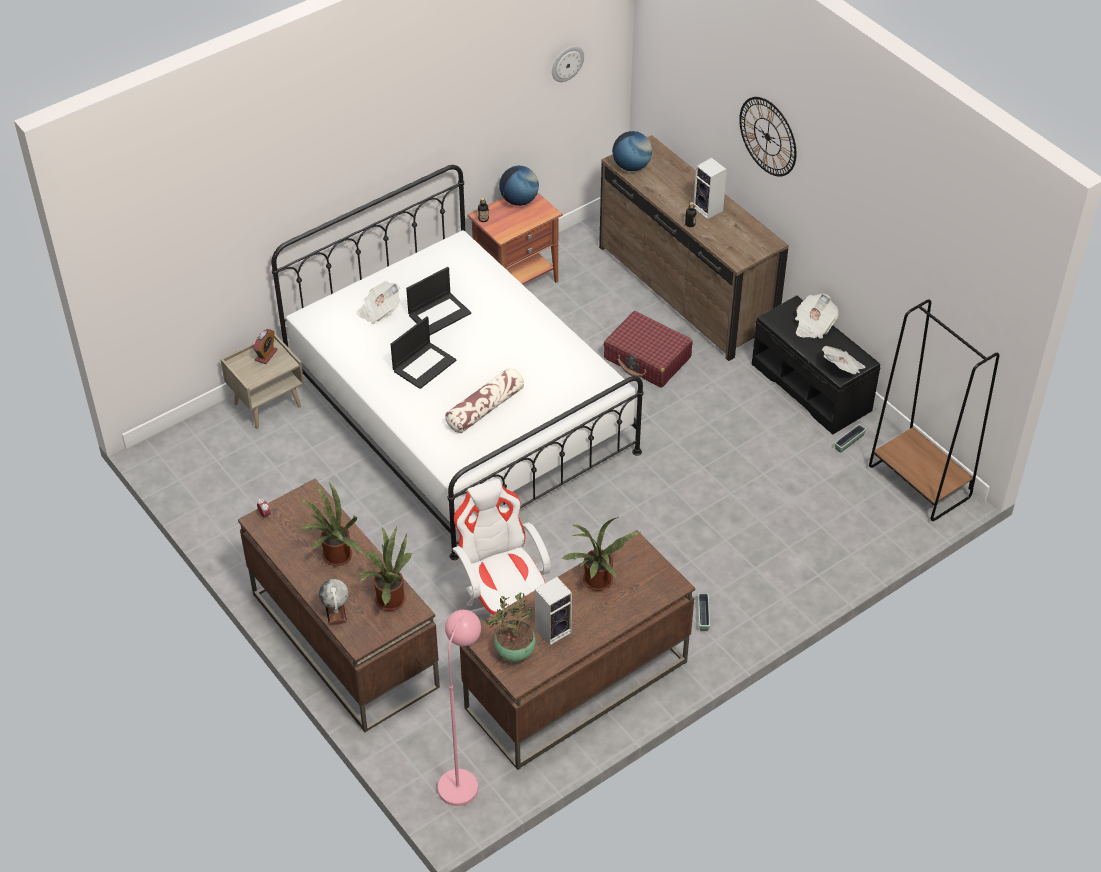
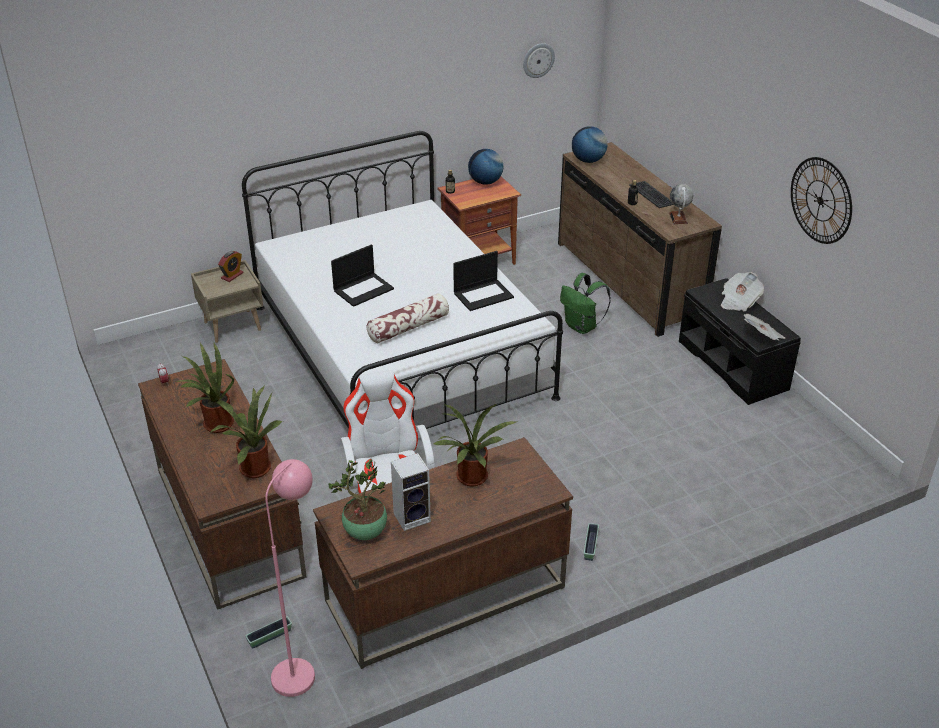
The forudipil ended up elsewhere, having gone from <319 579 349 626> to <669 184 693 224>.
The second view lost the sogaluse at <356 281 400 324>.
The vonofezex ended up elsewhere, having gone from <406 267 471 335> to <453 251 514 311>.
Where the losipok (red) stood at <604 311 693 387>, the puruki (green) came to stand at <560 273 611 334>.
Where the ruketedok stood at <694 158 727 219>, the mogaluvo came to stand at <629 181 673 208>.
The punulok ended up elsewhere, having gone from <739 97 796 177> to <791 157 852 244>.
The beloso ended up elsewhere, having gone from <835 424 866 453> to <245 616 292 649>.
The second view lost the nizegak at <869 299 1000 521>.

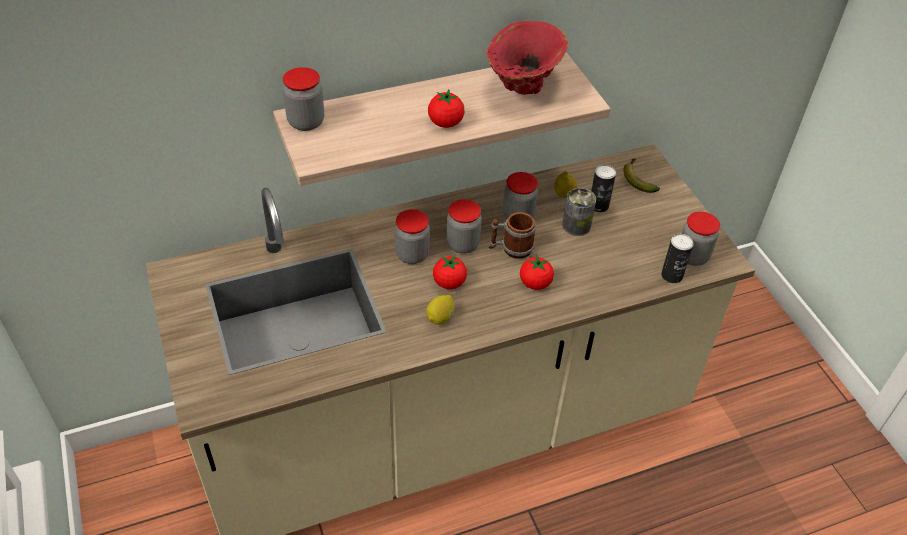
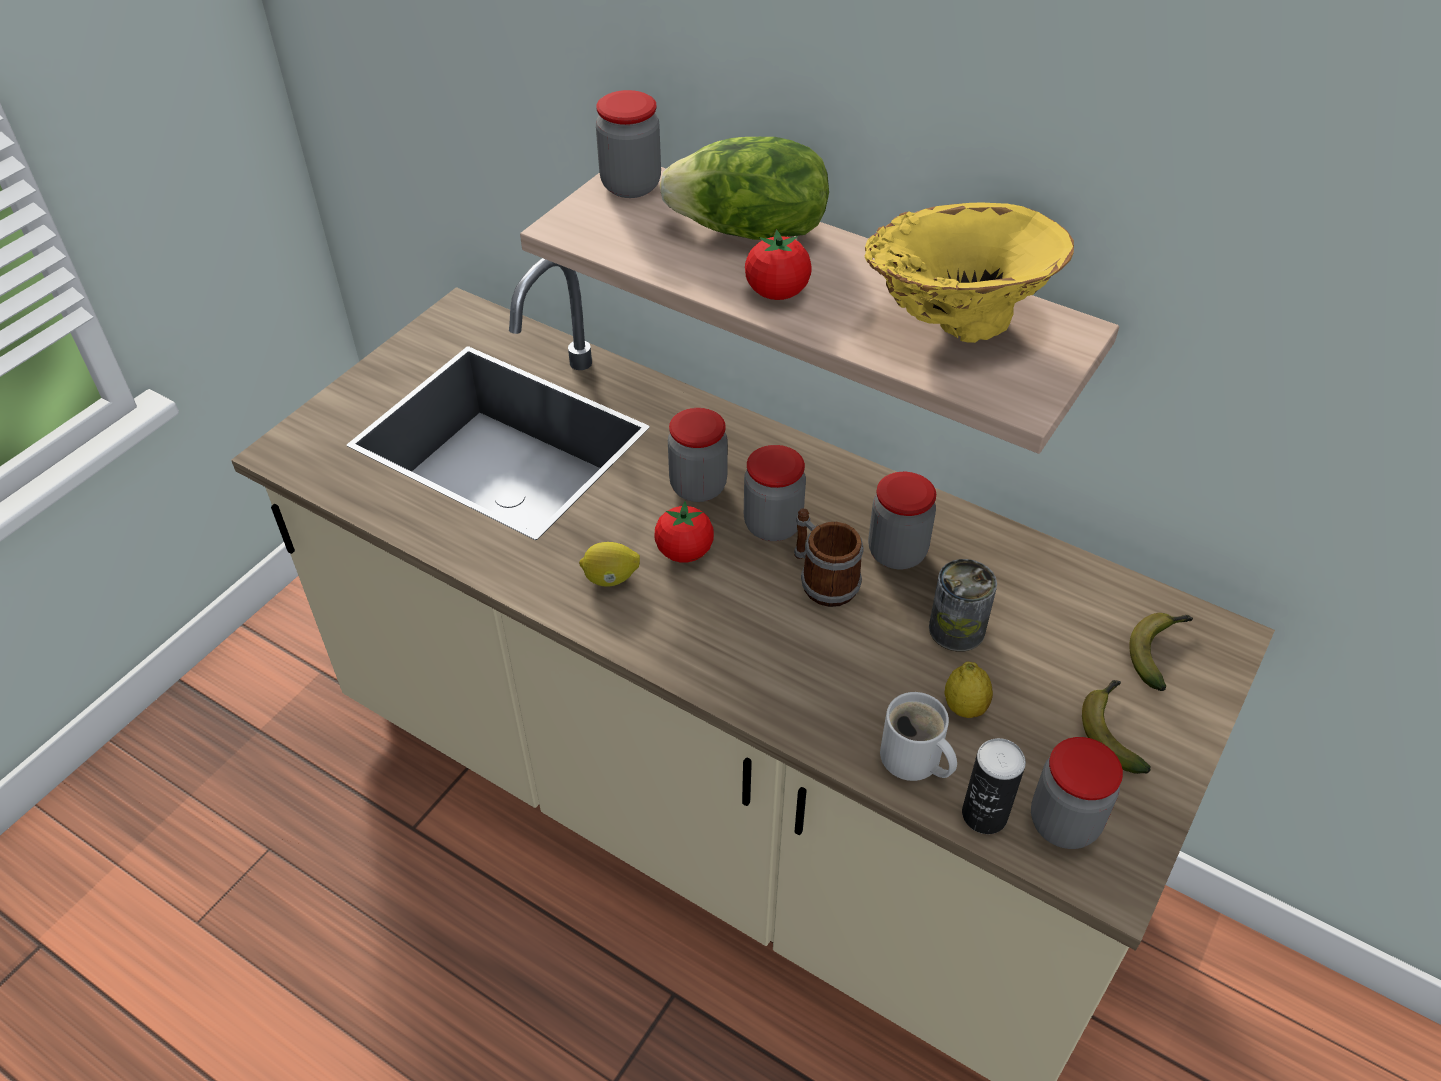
What was the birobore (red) at <485 21 568 95> turned into the birobore (yellow) at <864 202 1074 343>.
The second view lost the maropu at <520 255 554 290>.
The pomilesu ended up elsewhere, having gone from <554 171 577 198> to <944 662 993 718>.
The second view lost the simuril at <591 164 616 212>.
The second view gained the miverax at <660 137 829 240>.
The second view gained the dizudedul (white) at <880 692 957 781>.
The second view gained the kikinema at <1082 680 1151 774>.

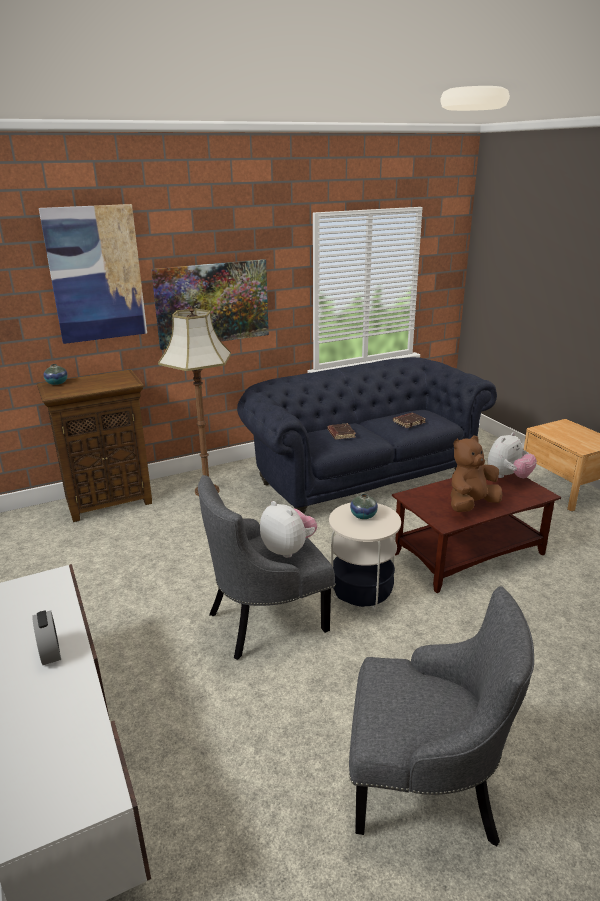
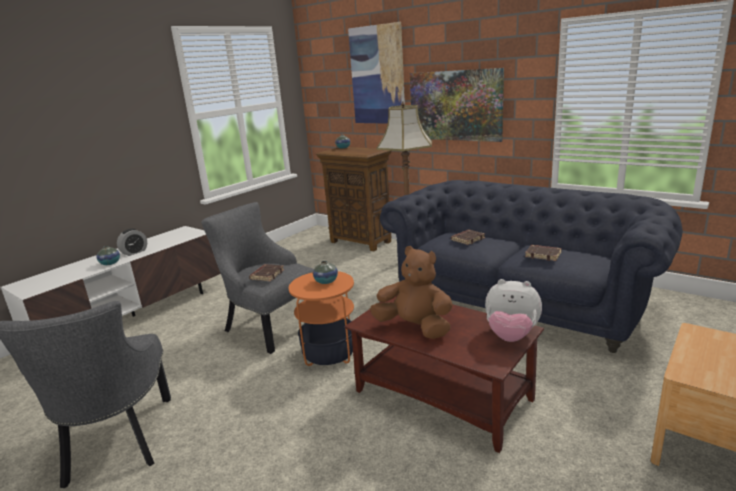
Where the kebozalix stood at <260 501 317 558>, the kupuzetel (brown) came to stand at <249 264 284 281>.
What was the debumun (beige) at <329 503 401 610> turned into the debumun (orange) at <289 271 354 366>.
The second view gained the birobore at <96 246 120 265>.

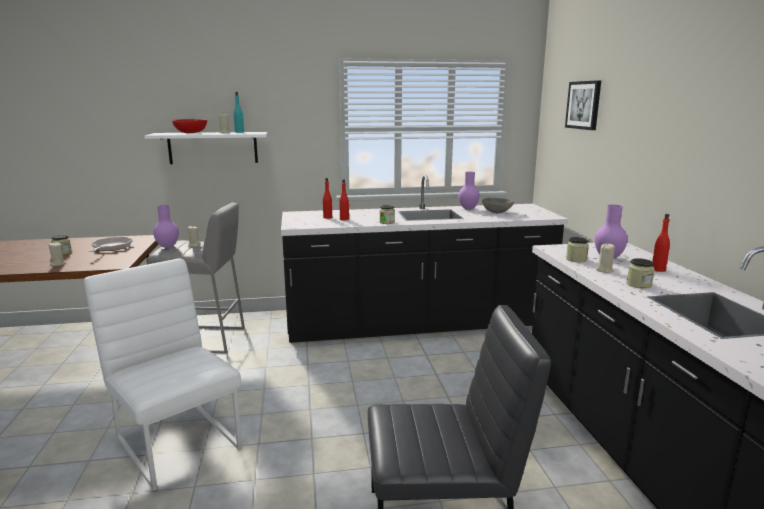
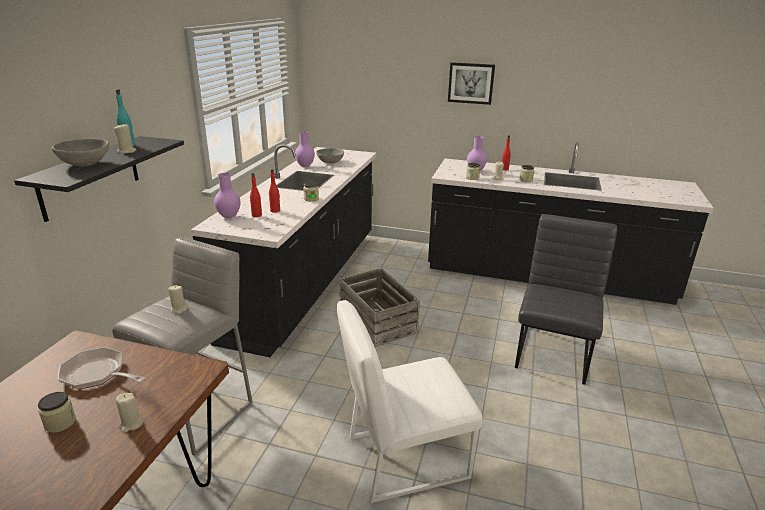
What was the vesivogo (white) at <144 132 268 164> turned into the vesivogo (black) at <14 136 184 222>.
The birobore (purple) ended up elsewhere, having gone from <153 205 179 248> to <214 173 241 218>.
What was the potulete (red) at <172 119 207 133> turned into the potulete (grey) at <52 139 109 167>.
The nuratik ended up elsewhere, having gone from <565 80 601 130> to <448 62 495 105>.
The second view gained the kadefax at <339 268 420 347>.

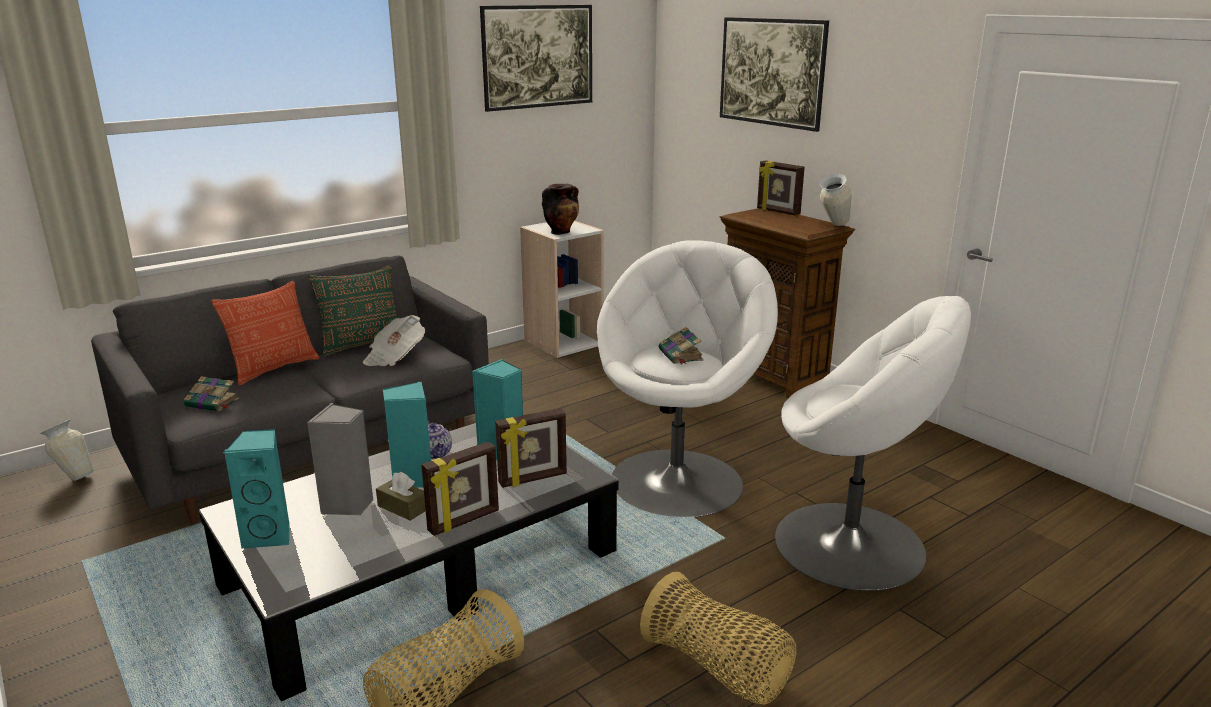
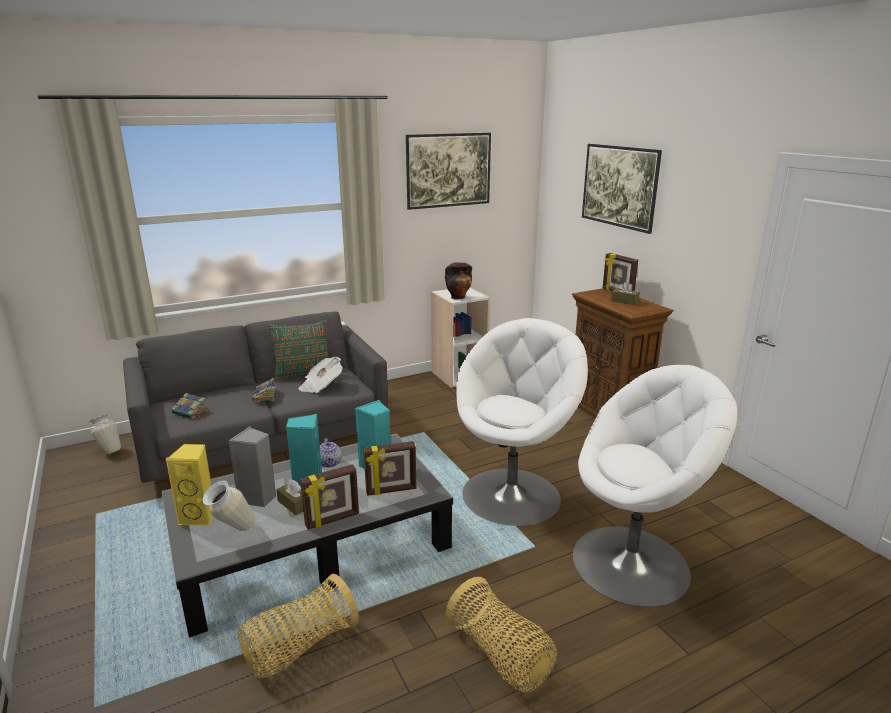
The second view lost the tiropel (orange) at <212 281 319 385>.
What was the ruketedok (turquoise) at <224 429 290 549> turned into the ruketedok (yellow) at <166 444 213 525>.
The kupuzetel ended up elsewhere, having gone from <659 327 703 364> to <252 378 277 403>.
The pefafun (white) at <775 296 971 591> ended up facing another way, 45 degrees counterclockwise from before.
The birobore ended up elsewhere, having gone from <820 173 852 226> to <203 481 255 531>.
The second view gained the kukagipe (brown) at <611 282 640 305>.

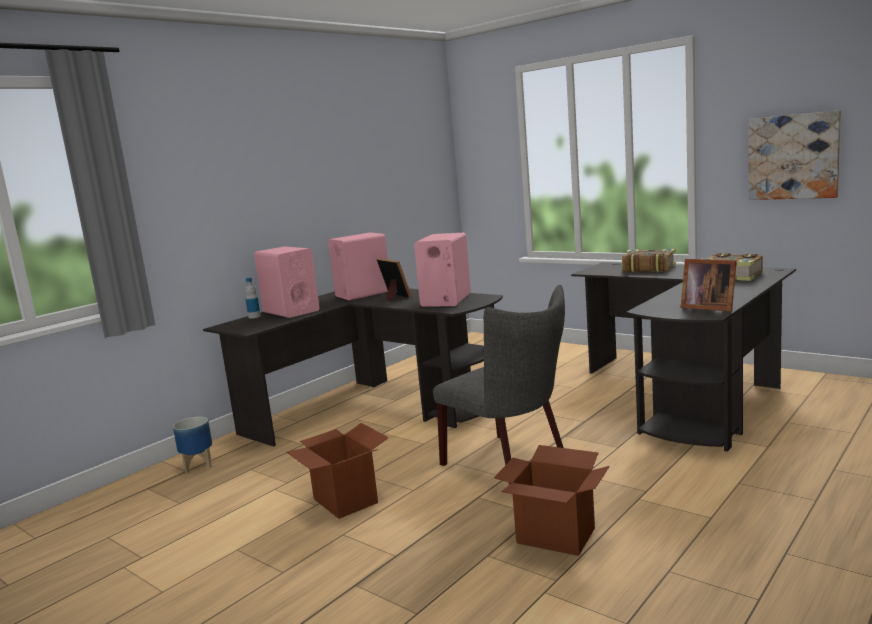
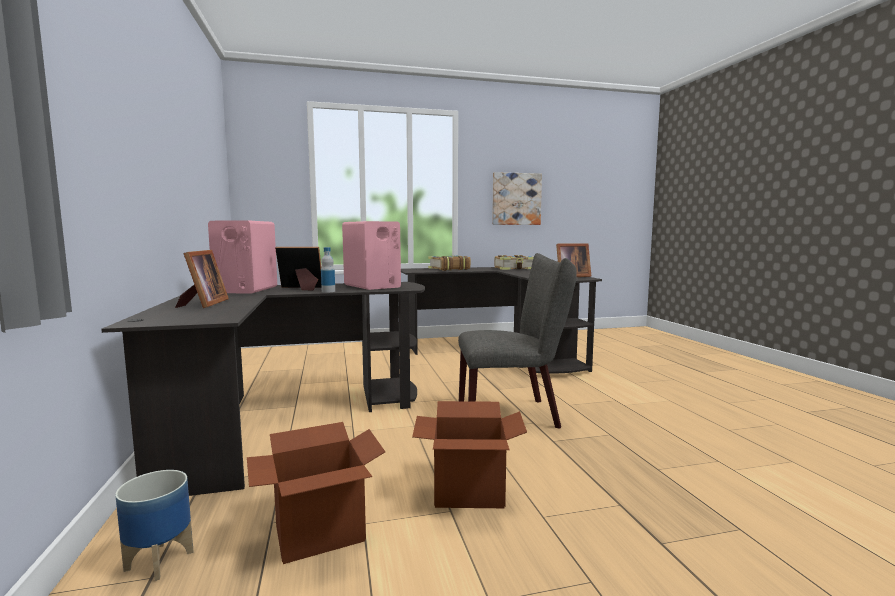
The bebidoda ended up elsewhere, having gone from <245 277 261 318> to <321 247 335 292>.
Where the ruketedok (pink) stood at <254 246 320 318>, the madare came to stand at <175 250 229 308>.
The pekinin ended up elsewhere, having gone from <494 445 610 556> to <247 422 385 564>.

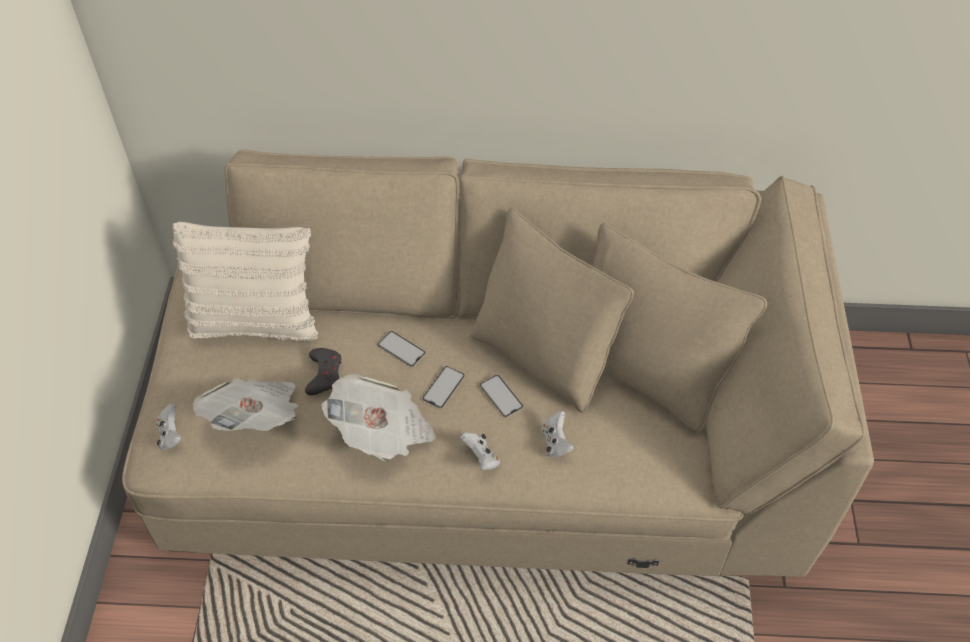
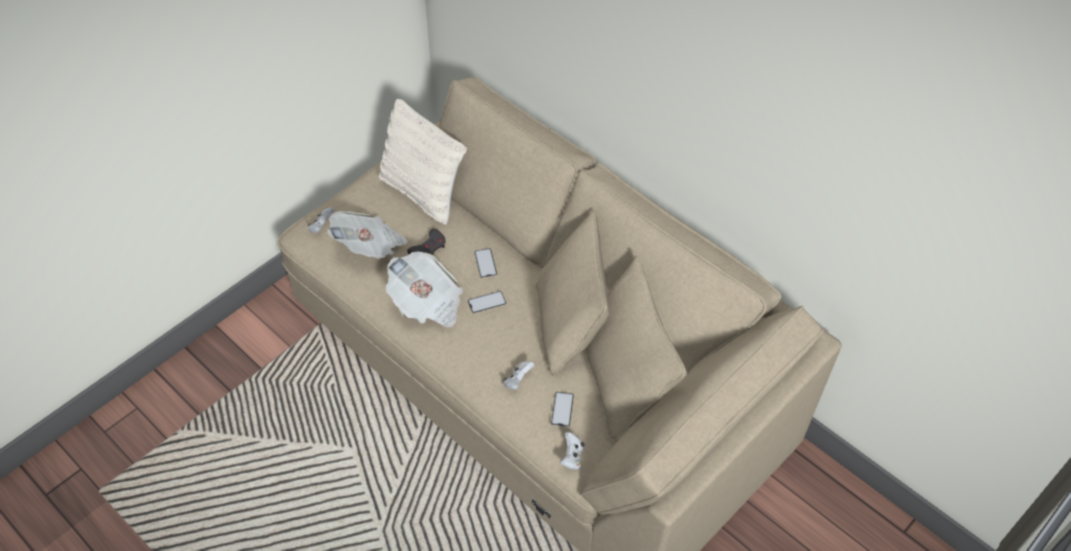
The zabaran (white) ended up elsewhere, having gone from <460 432 500 470> to <560 432 584 470>.
The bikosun ended up elsewhere, having gone from <480 375 523 418> to <551 392 574 427>.

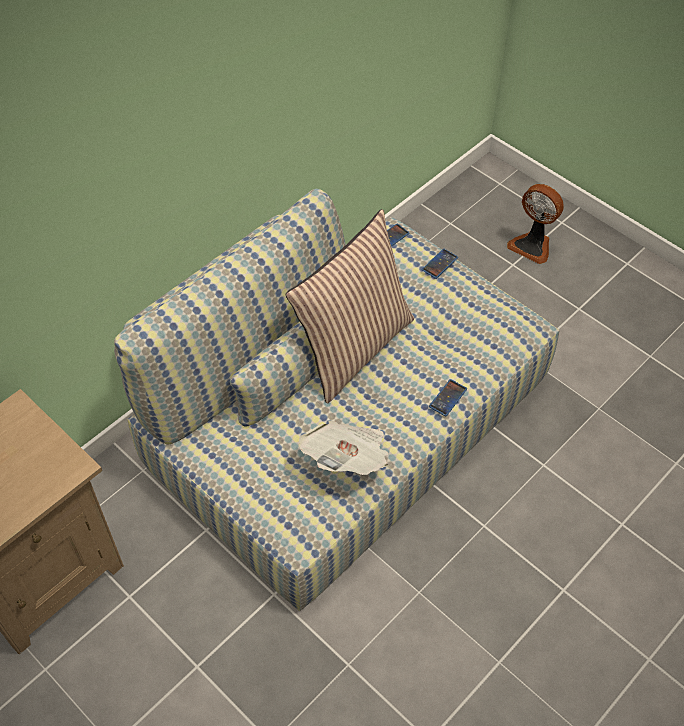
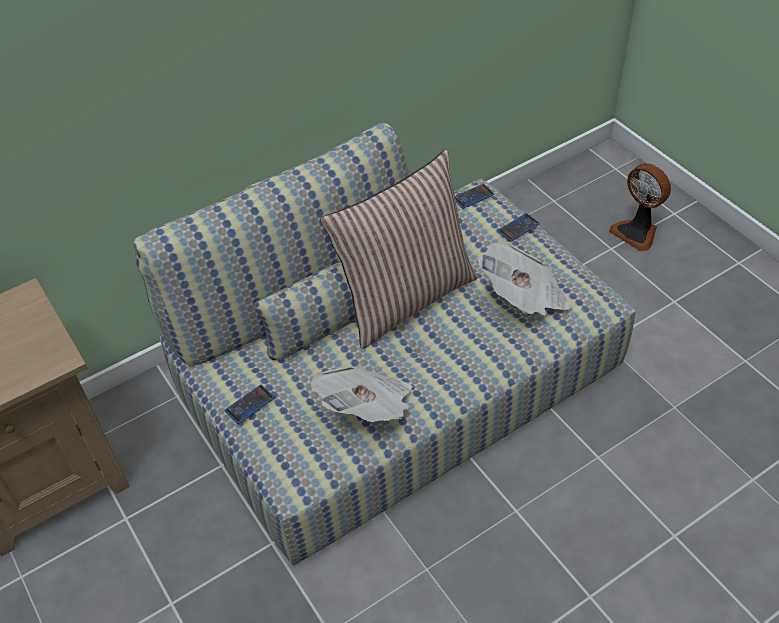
The bikosun ended up elsewhere, having gone from <429 379 467 416> to <225 384 275 424>.
The second view gained the sogaluse at <478 242 571 315>.

